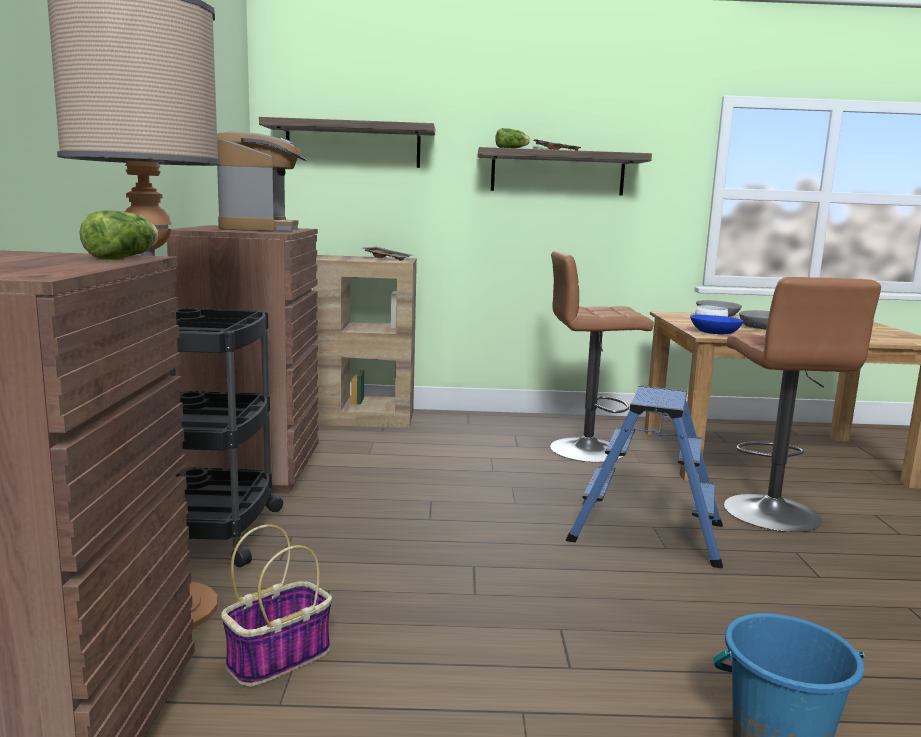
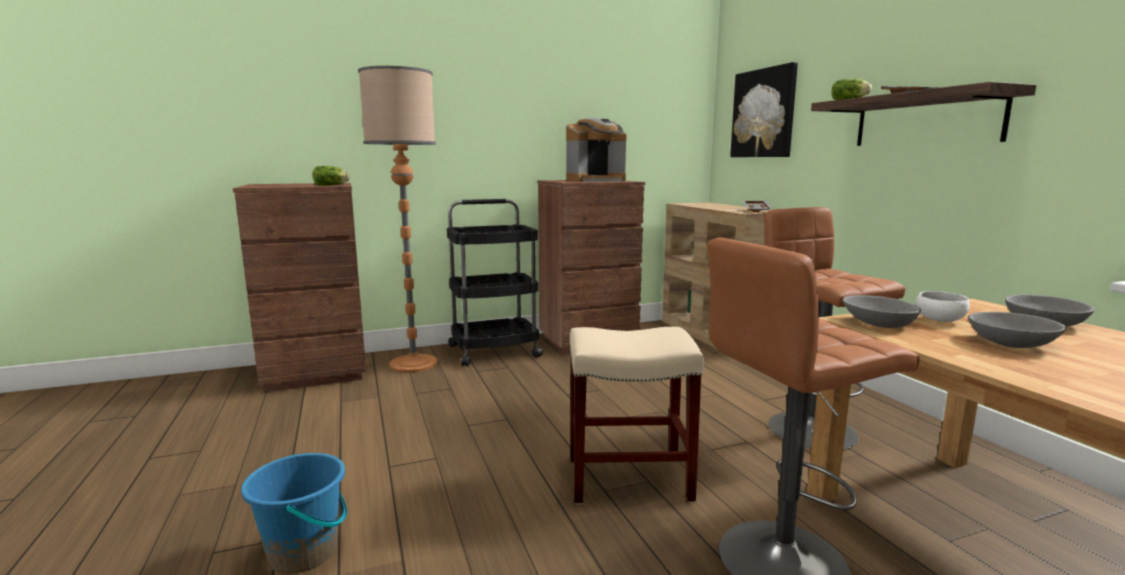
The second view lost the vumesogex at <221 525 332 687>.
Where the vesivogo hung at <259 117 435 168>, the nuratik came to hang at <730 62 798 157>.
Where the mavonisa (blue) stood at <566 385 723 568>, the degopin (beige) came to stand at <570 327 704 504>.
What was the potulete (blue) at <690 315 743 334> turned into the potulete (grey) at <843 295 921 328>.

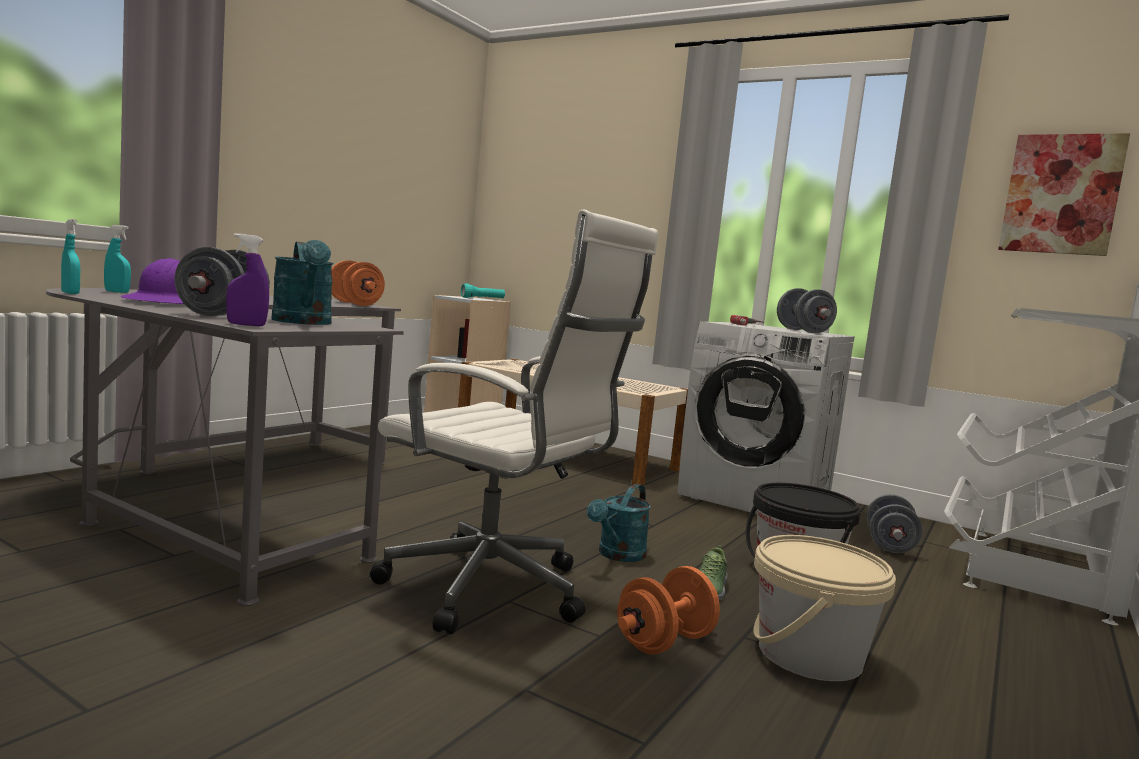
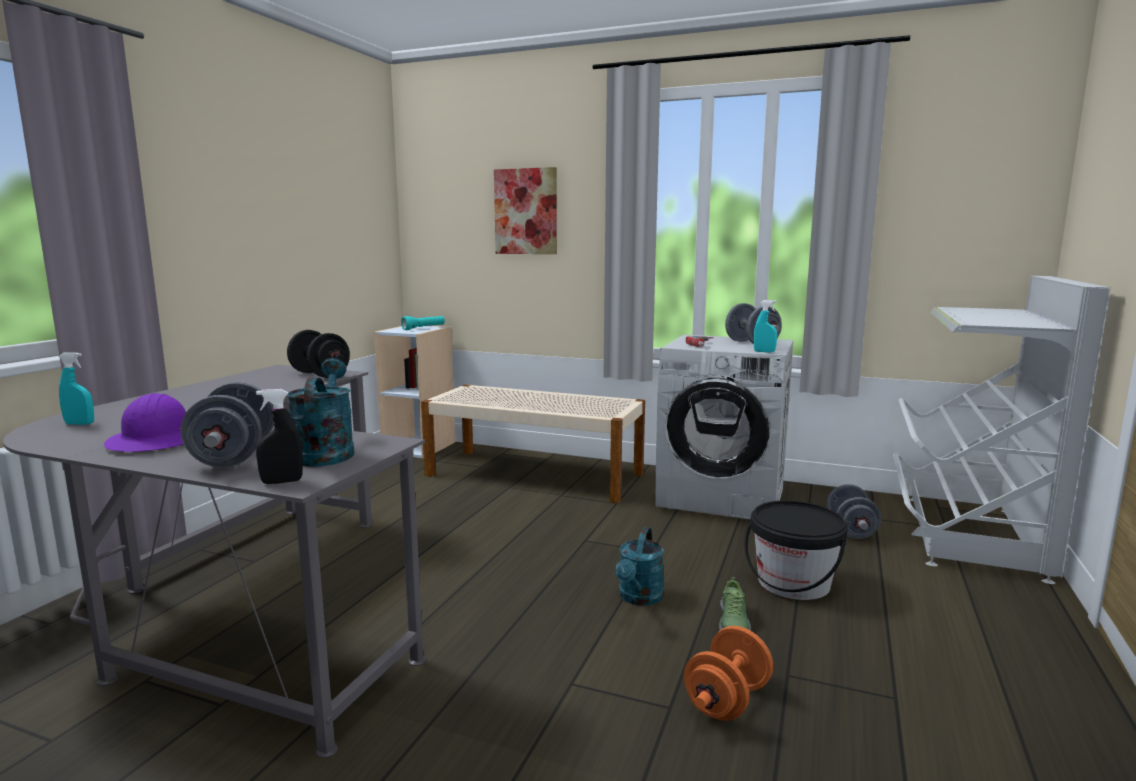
The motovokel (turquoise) ended up elsewhere, having gone from <61 219 80 294> to <754 300 777 353>.
What was the motovokel (purple) at <226 233 269 326> turned into the motovokel (black) at <256 389 303 484>.
The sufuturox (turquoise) at <271 240 334 325> ended up facing another way, 150 degrees counterclockwise from before.
What was the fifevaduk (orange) at <332 260 385 306> turned into the fifevaduk (black) at <287 330 350 378>.
The second view lost the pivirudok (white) at <370 209 658 635>.
The second view lost the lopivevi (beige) at <753 535 896 681>.
The nuratik ended up elsewhere, having gone from <998 133 1130 256> to <494 167 557 254>.

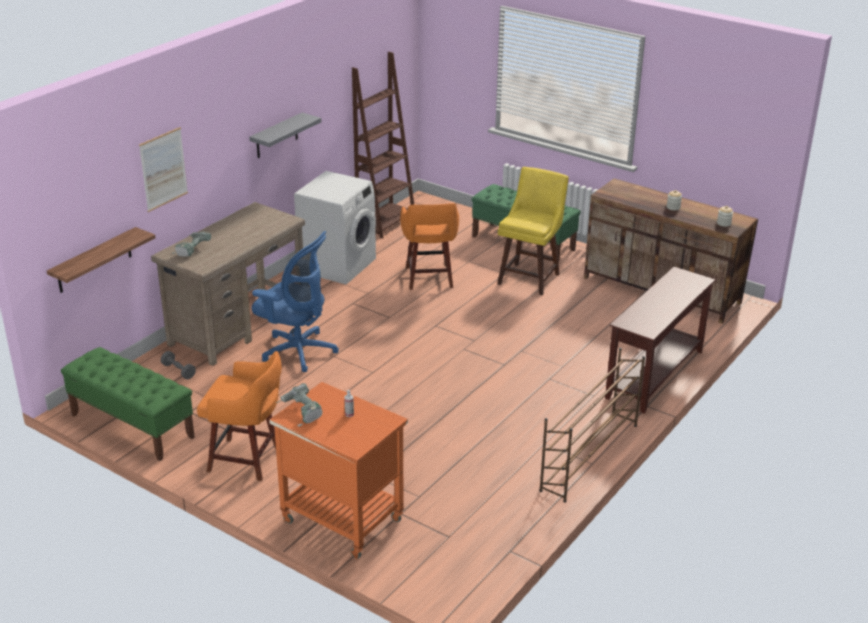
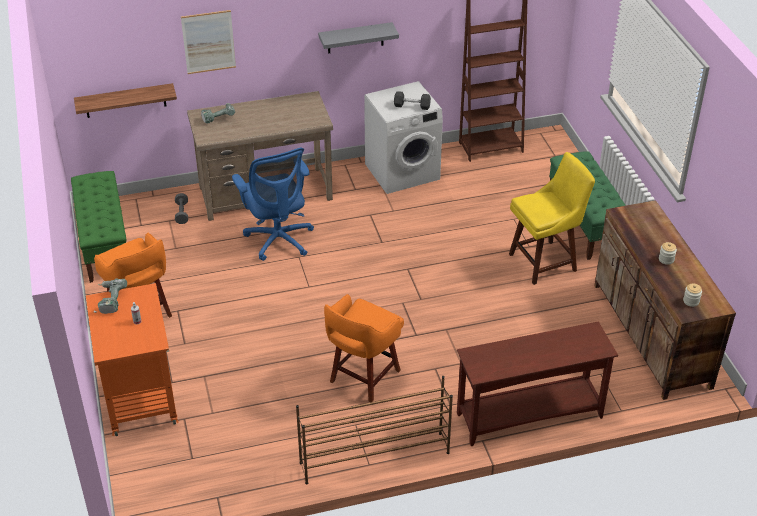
The degopin (orange) ended up elsewhere, having gone from <400 203 459 290> to <324 294 404 402>.
The second view gained the fifevaduk (grey) at <394 91 431 110>.

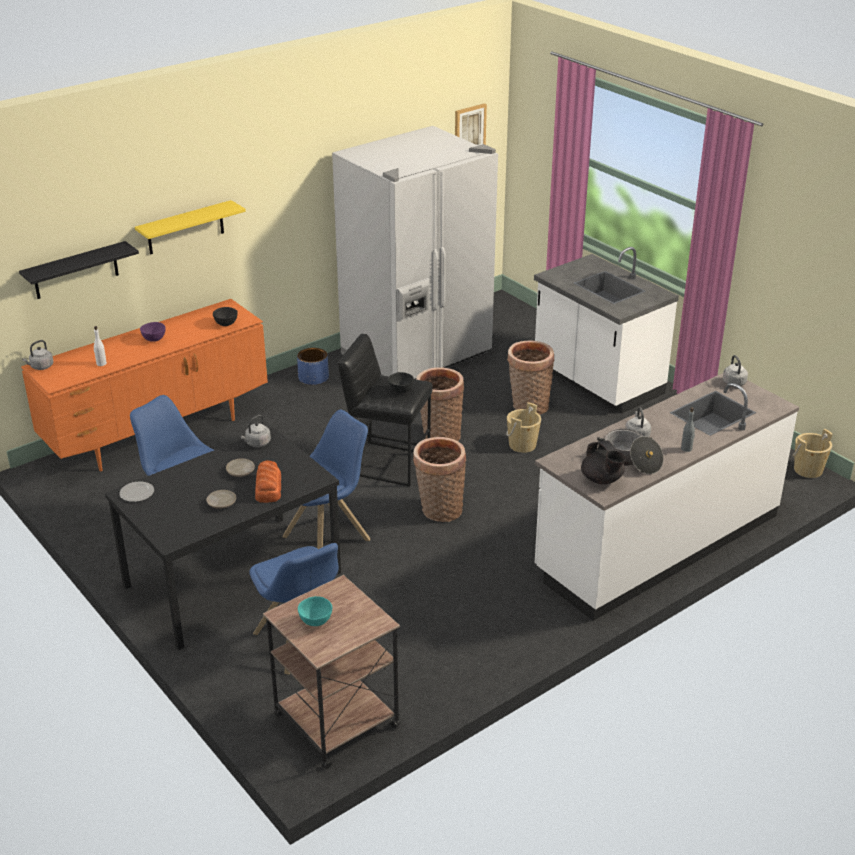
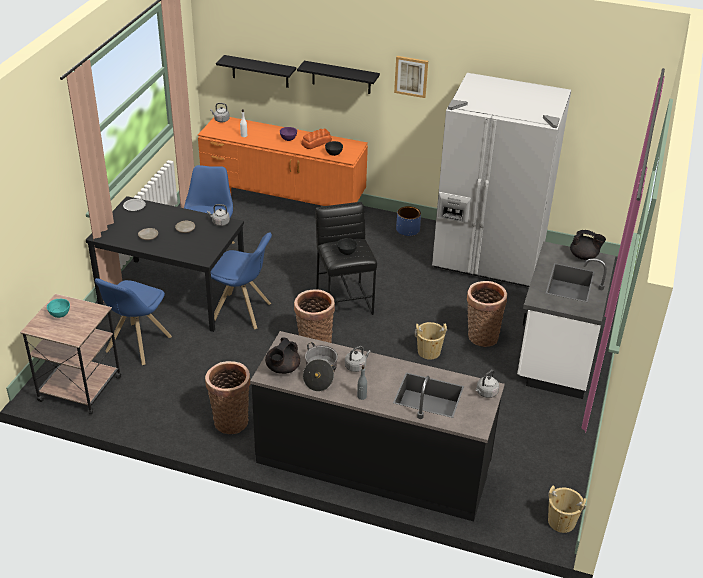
What was the vesivogo (yellow) at <135 200 246 255> turned into the vesivogo (black) at <297 61 380 94>.
The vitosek ended up elsewhere, having gone from <255 461 281 503> to <301 129 332 149>.
The vumesogex ended up elsewhere, having gone from <416 367 464 441> to <205 361 250 434>.
The nuratik ended up elsewhere, having gone from <455 103 487 145> to <394 56 428 98>.
What was the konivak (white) at <535 373 799 621> turned into the konivak (black) at <250 331 505 522>.
The second view gained the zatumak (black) at <570 230 606 260>.

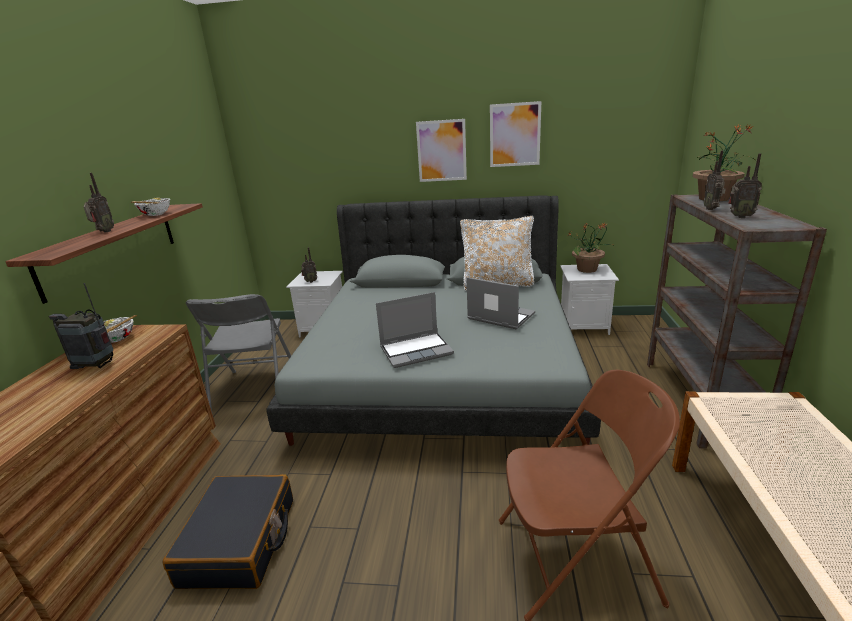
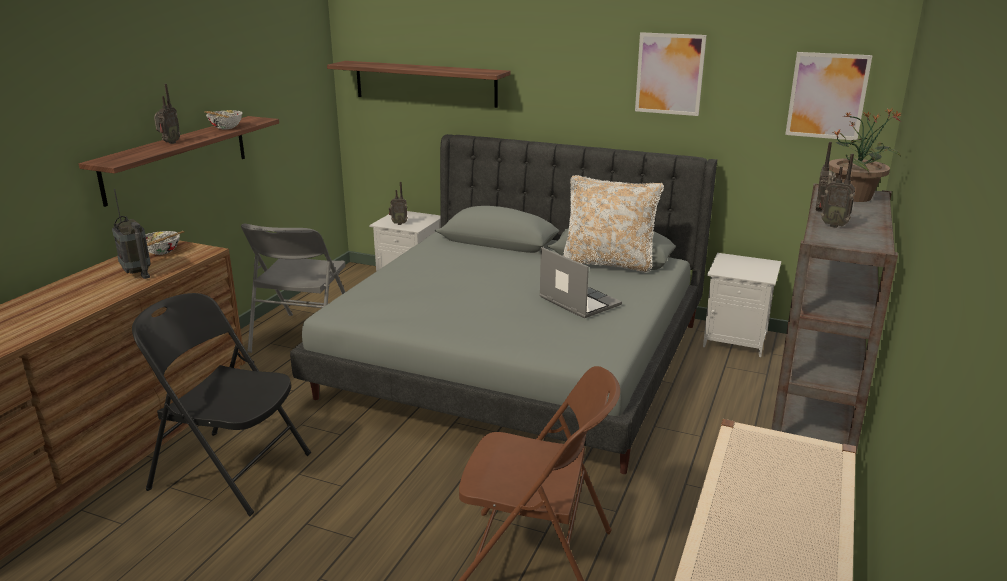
The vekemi at <49 283 114 369> ended up facing another way, 150 degrees counterclockwise from before.
Where the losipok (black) stood at <163 474 293 589>, the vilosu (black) came to stand at <132 293 311 516>.
The second view lost the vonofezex at <376 292 454 368>.
The nuratik ended up elsewhere, having gone from <416 119 467 182> to <785 52 873 140>.
The second view lost the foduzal at <567 222 613 273>.
The second view gained the vesivogo at <327 61 511 108>.

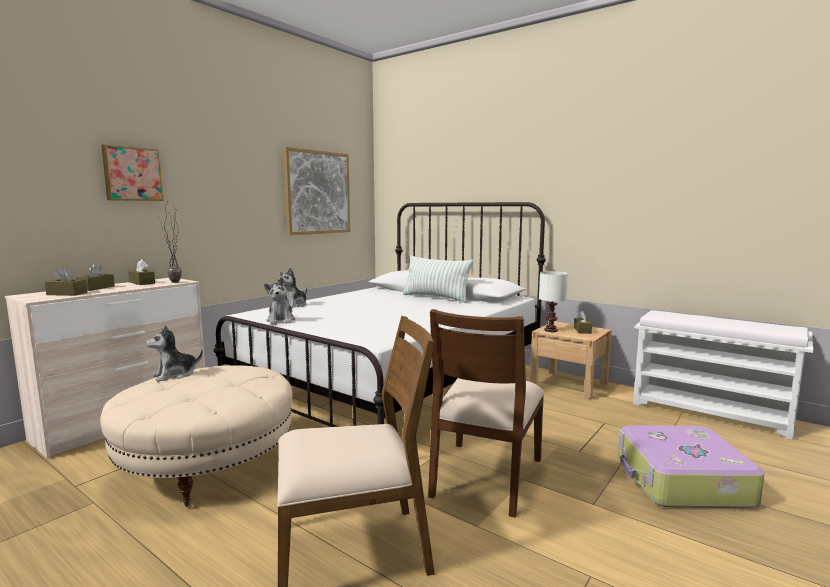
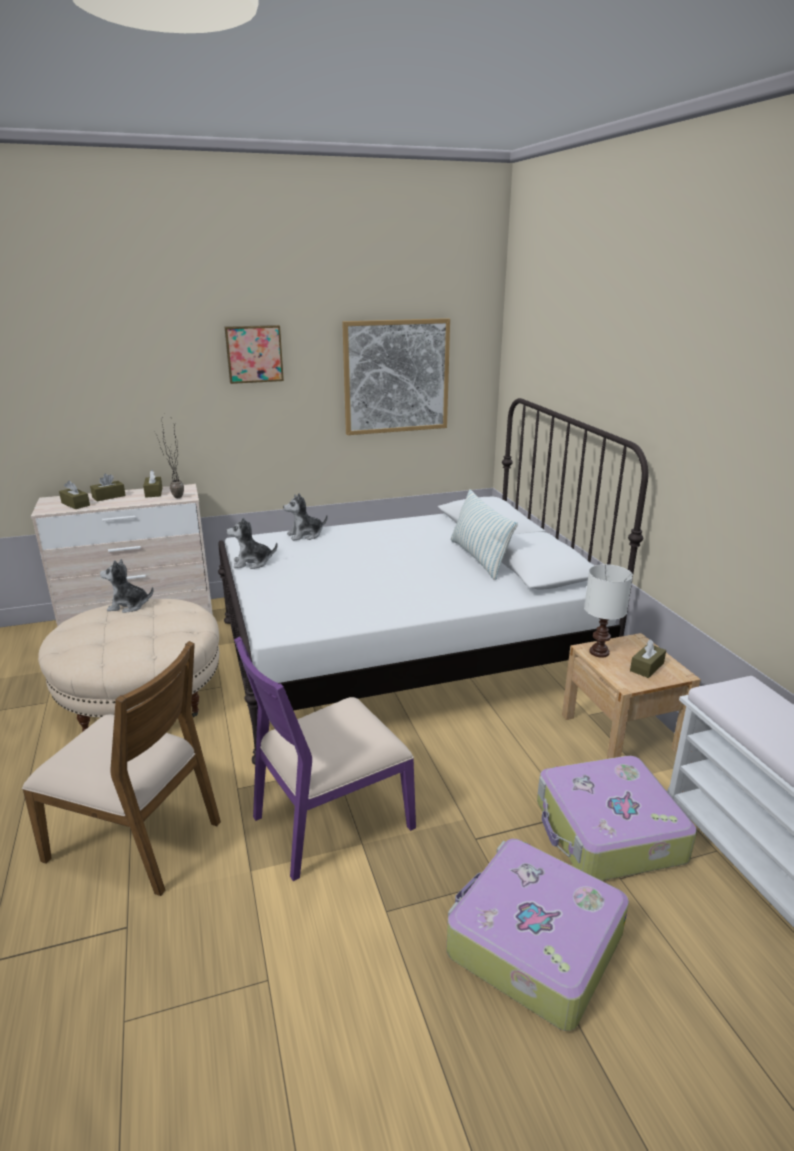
The nuratik ended up elsewhere, having gone from <101 144 164 201> to <225 325 284 384>.
The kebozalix at <264 277 295 324> ended up facing another way, 60 degrees clockwise from before.
What was the vilosu (brown) at <428 309 544 518> turned into the vilosu (purple) at <234 636 416 881>.
The second view gained the losipok at <537 756 697 881>.

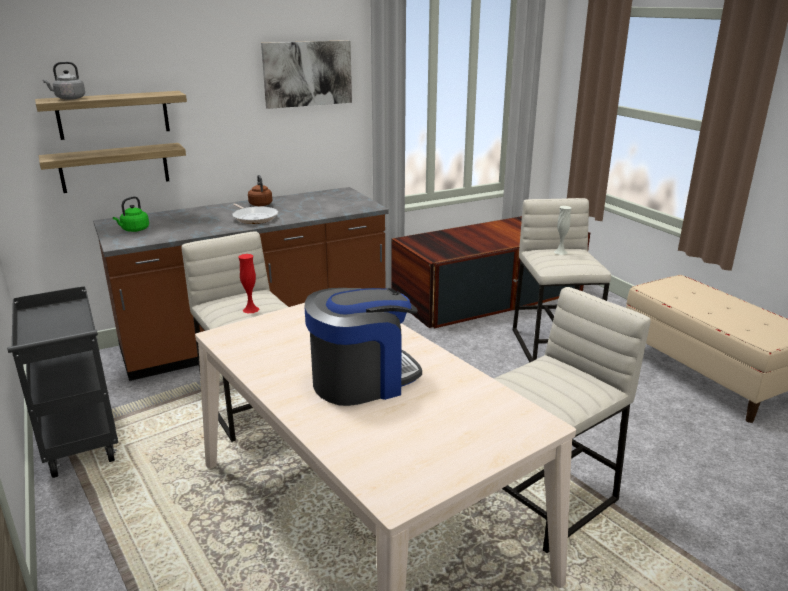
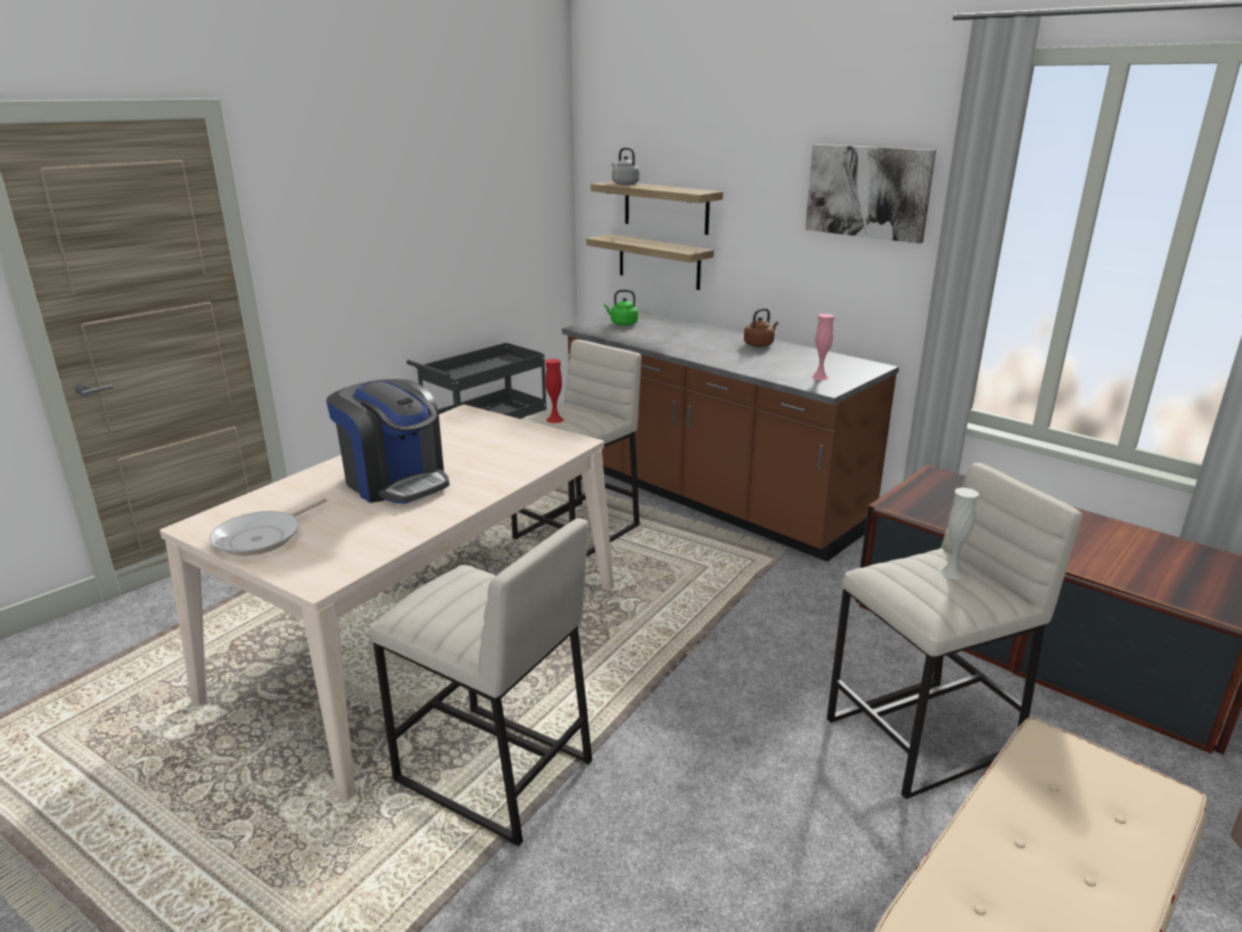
The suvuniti ended up elsewhere, having gone from <232 203 278 224> to <209 498 327 556>.
The second view gained the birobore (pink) at <811 314 834 380>.

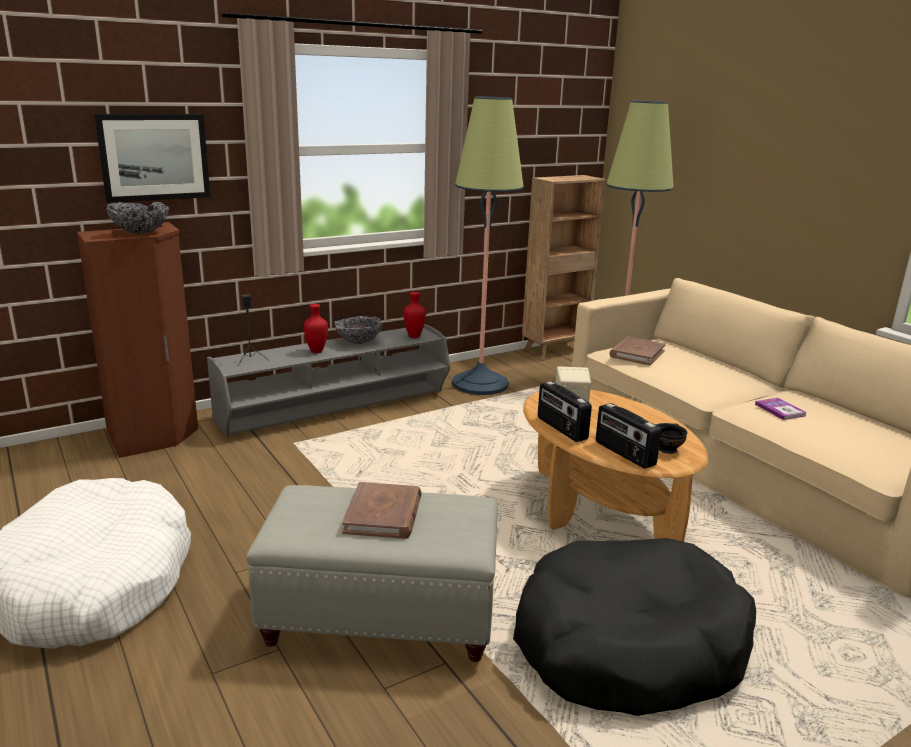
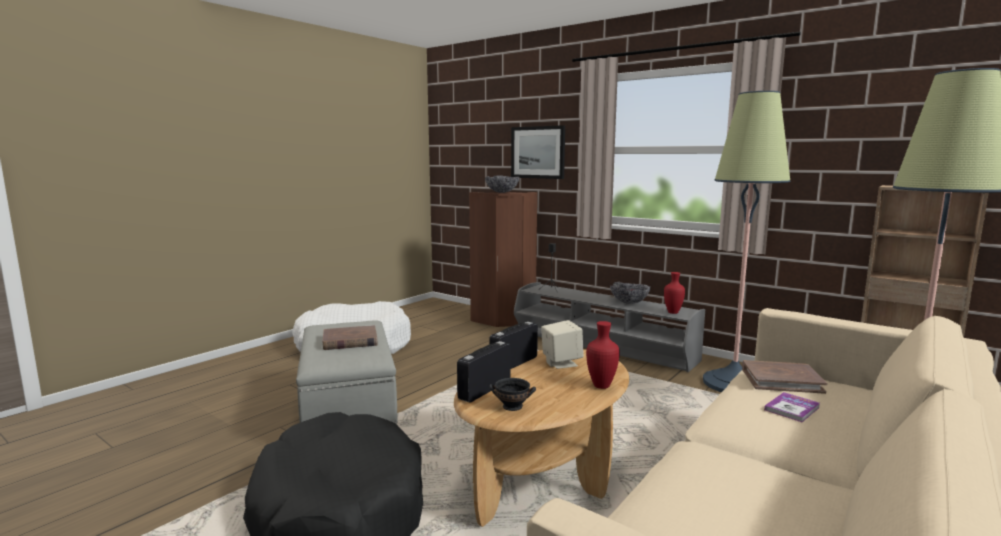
The birobore (red) ended up elsewhere, having gone from <304 304 328 353> to <586 321 620 389>.
The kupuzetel ended up elsewhere, having gone from <755 398 807 420> to <764 392 820 422>.

